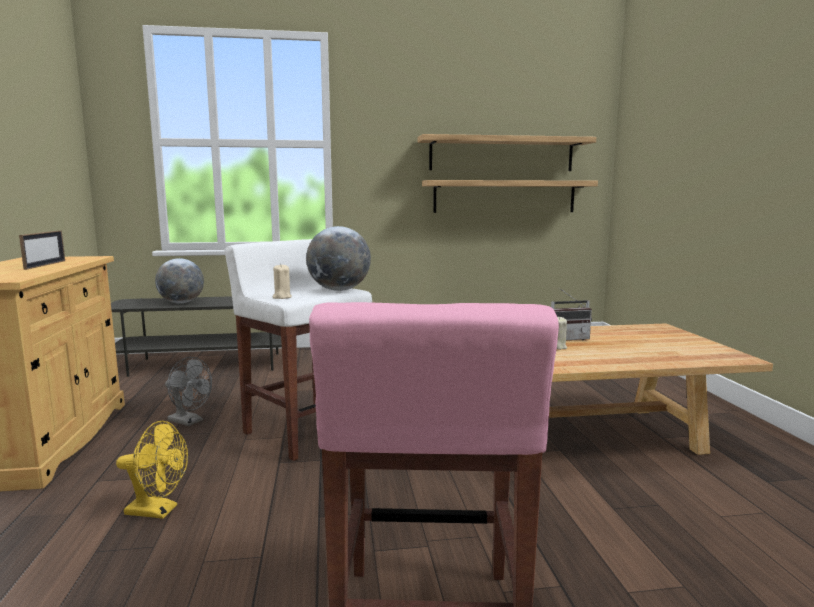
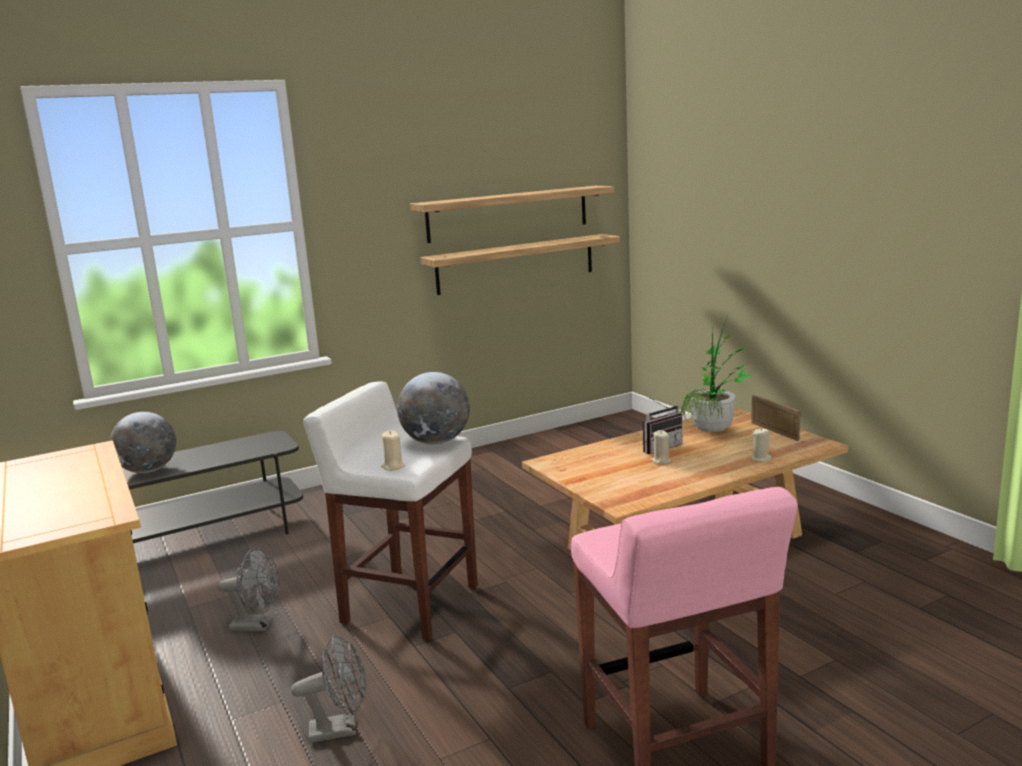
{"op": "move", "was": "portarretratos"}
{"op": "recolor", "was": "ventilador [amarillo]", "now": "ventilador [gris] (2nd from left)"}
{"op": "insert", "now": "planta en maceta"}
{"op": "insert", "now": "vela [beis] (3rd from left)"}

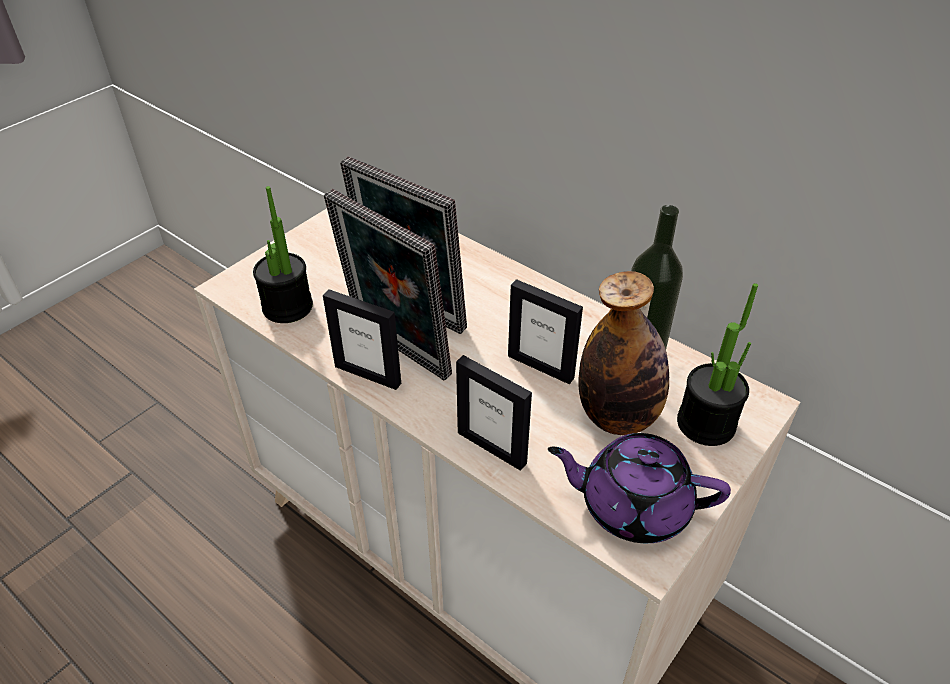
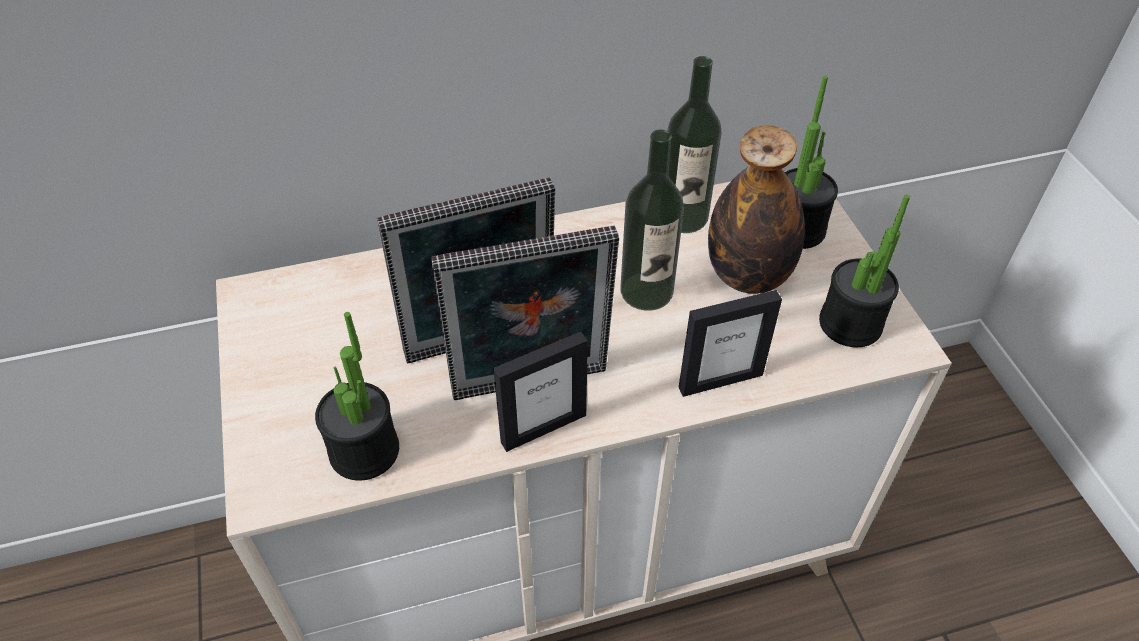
{"op": "replace", "was": "portarretratos (5th from left)", "now": "botella (1st from left)"}
{"op": "replace", "was": "tetera [morado]", "now": "planta en maceta (3rd from left)"}

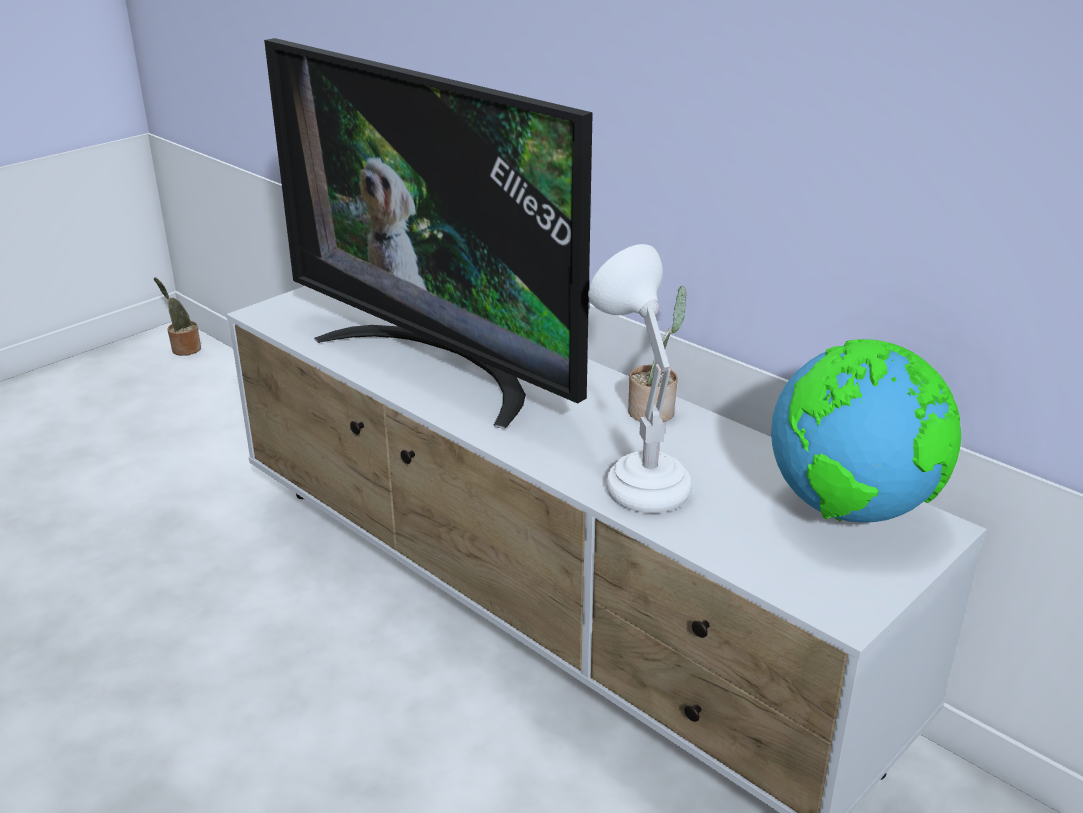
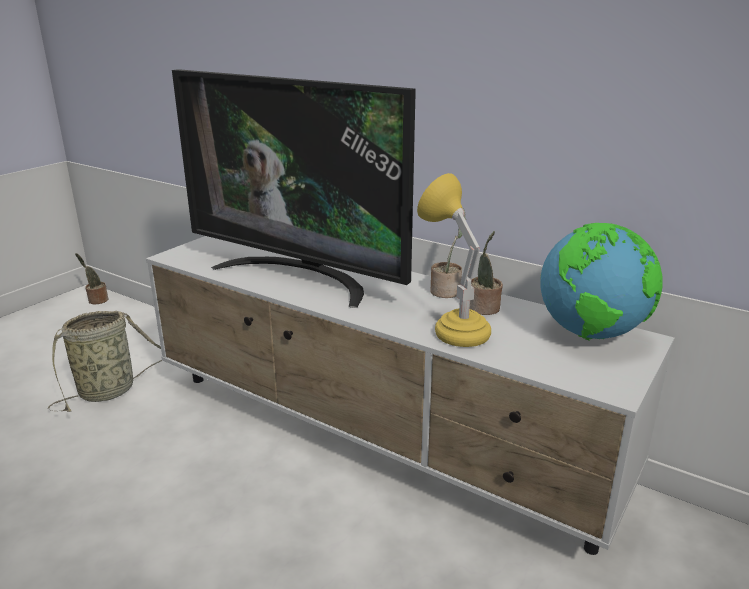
{"op": "recolor", "was": "lámpara de mesa [blanco]", "now": "lámpara de mesa [amarillo]"}
{"op": "insert", "now": "cesta"}
{"op": "insert", "now": "planta en maceta (3rd from left)"}

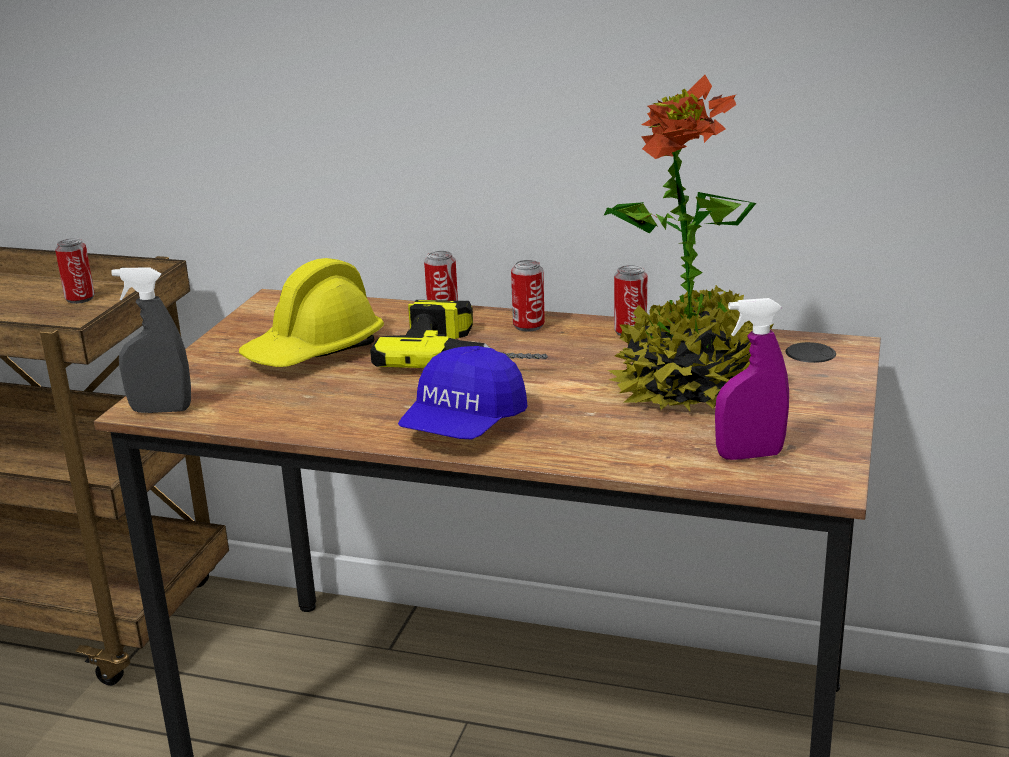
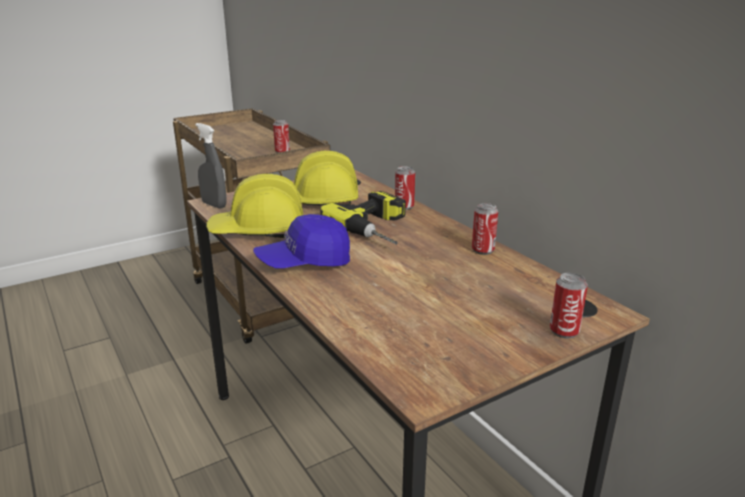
{"op": "move", "was": "lata (3rd from left in the first image)", "now": "lata (4th from left)"}
{"op": "delete", "was": "planta en maceta"}
{"op": "delete", "was": "pulverizador [morado]"}
{"op": "insert", "now": "casco [amarillo] (1st from left)"}

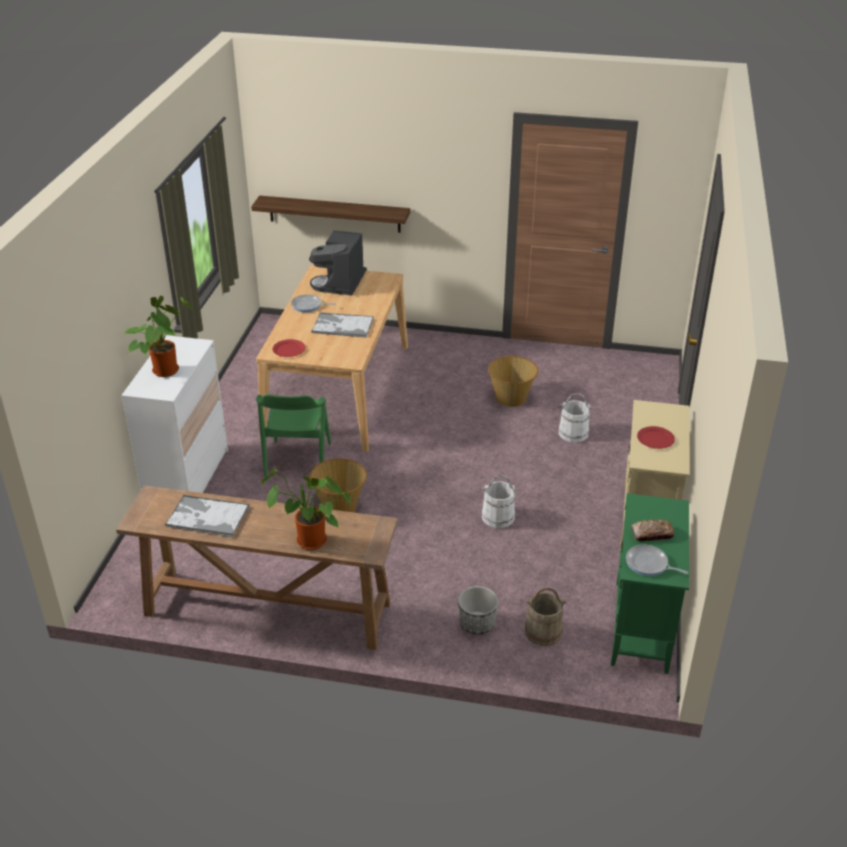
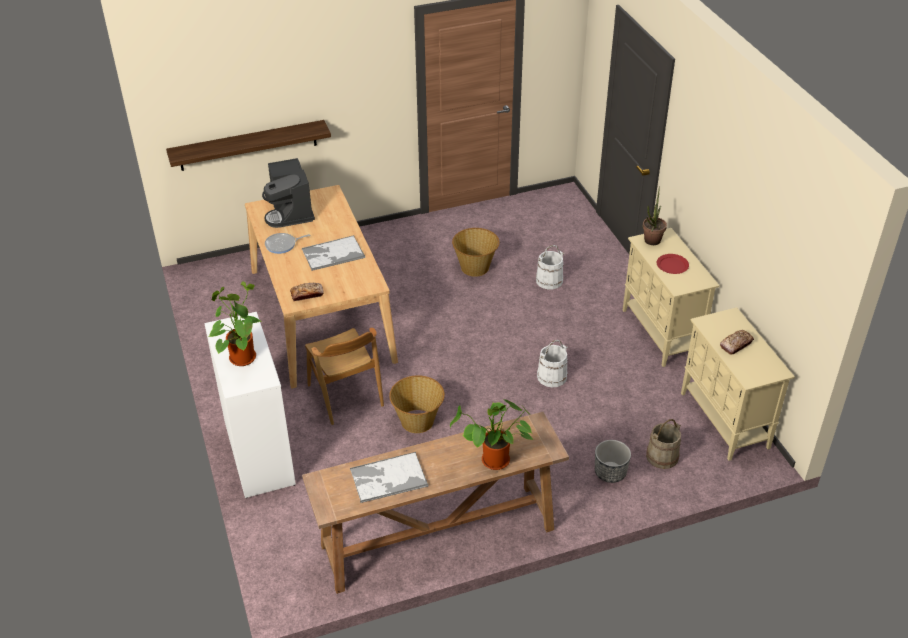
{"op": "recolor", "was": "silla [verde]", "now": "silla [marrón]"}
{"op": "replace", "was": "plato [rojo] (1st from left)", "now": "pan (1st from left)"}
{"op": "recolor", "was": "armario [verde]", "now": "armario [beis] (2nd from left)"}
{"op": "delete", "was": "sartén (2nd from left)"}
{"op": "insert", "now": "planta en maceta (3rd from left)"}

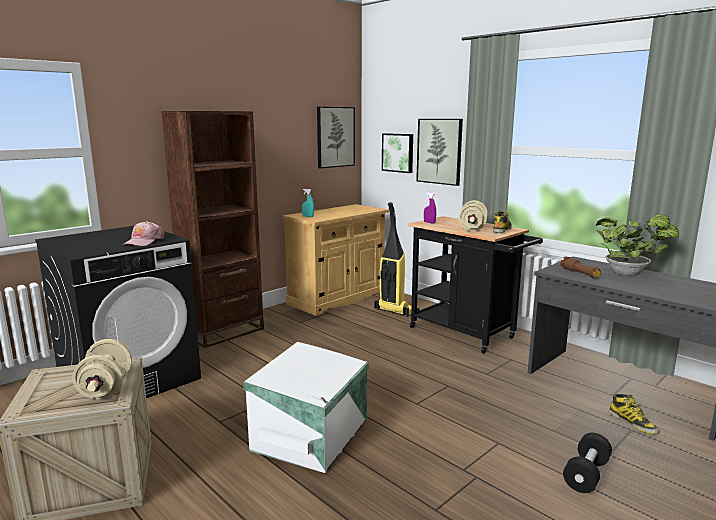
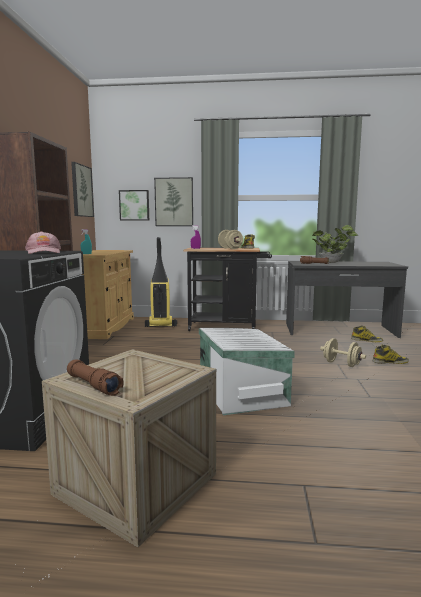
{"op": "move", "was": "mancuerna [beis] (1st from left in the first image)", "now": "mancuerna [beis] (2nd from left)"}
{"op": "replace", "was": "mancuerna [negro]", "now": "bota (3rd from left)"}
{"op": "insert", "now": "linterna [marrón] (1st from left)"}

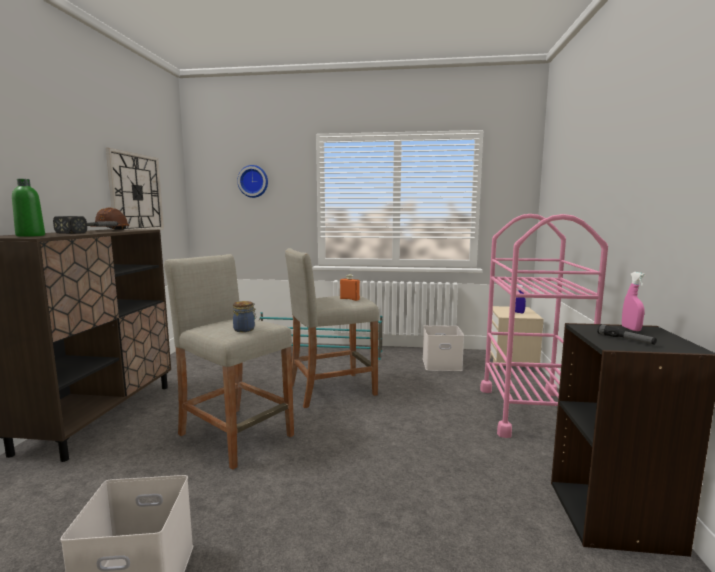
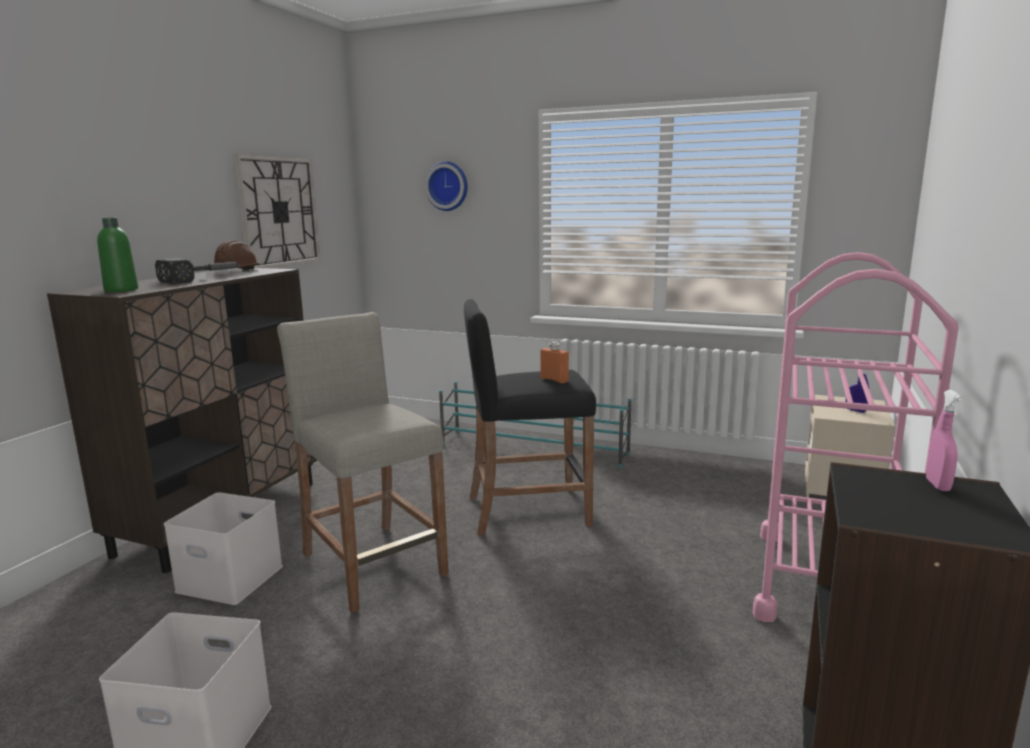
{"op": "delete", "was": "tarro"}
{"op": "recolor", "was": "taburete [beis] (2nd from left)", "now": "taburete [negro]"}
{"op": "move", "was": "caja de almacenaje [blanco] (2nd from left)"}
{"op": "delete", "was": "linterna"}

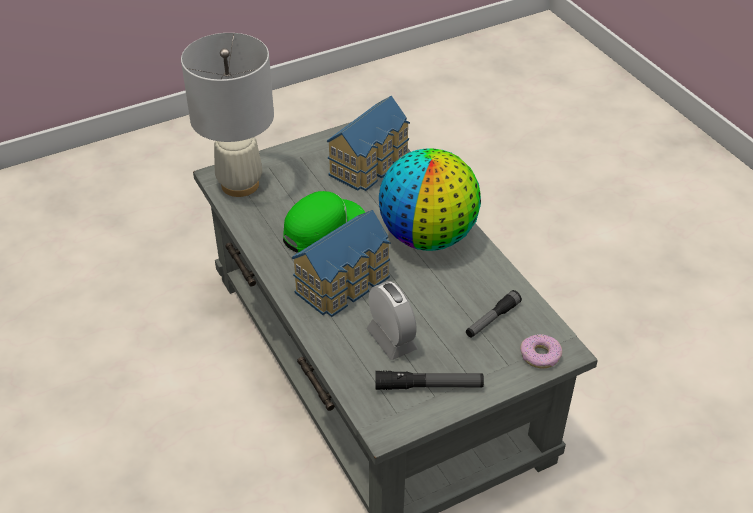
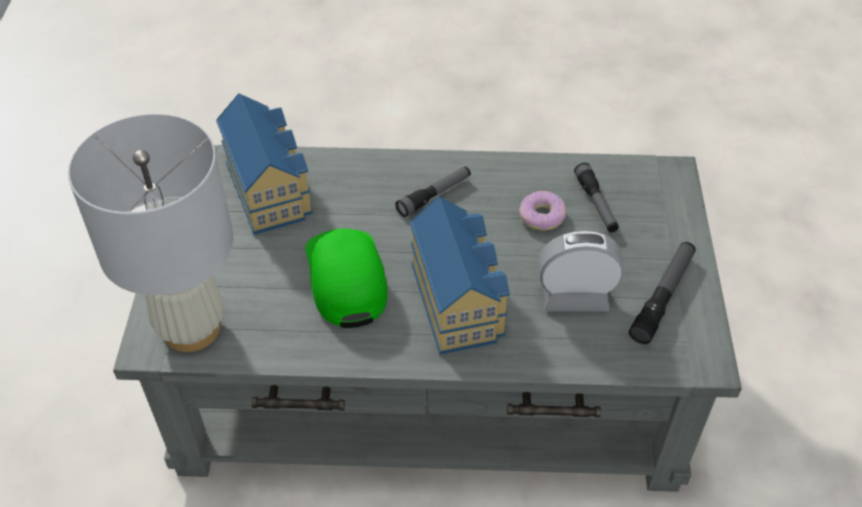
{"op": "replace", "was": "globo terráqueo", "now": "linterna (1st from left)"}
{"op": "move", "was": "rosquilla"}

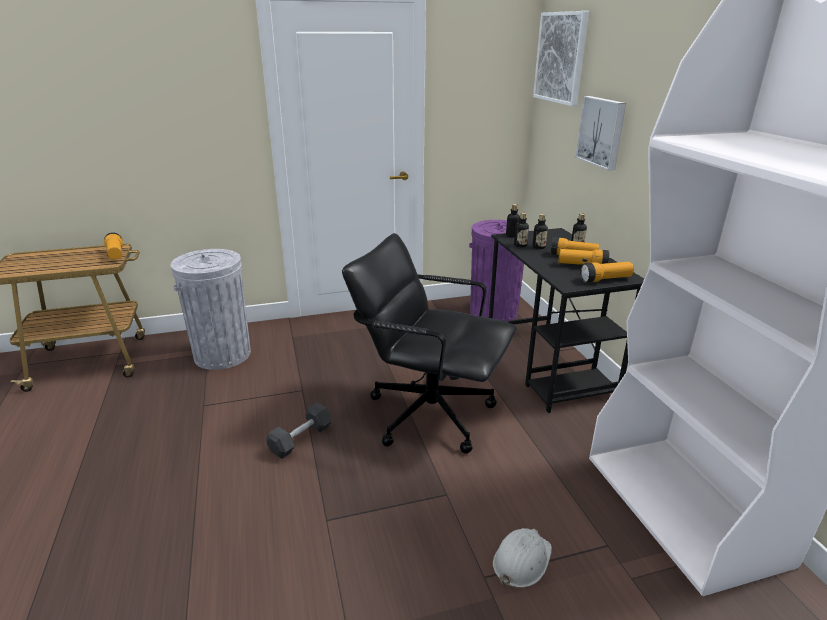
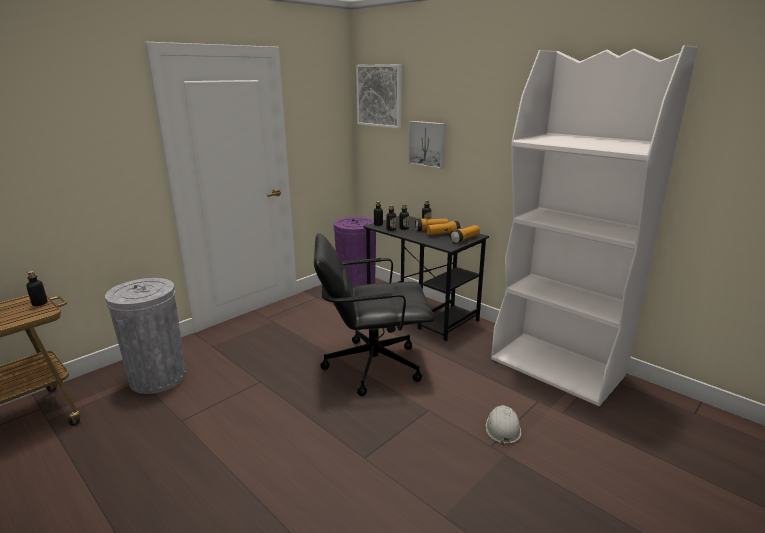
{"op": "replace", "was": "linterna (1st from left)", "now": "botella (1st from left)"}
{"op": "delete", "was": "mancuerna [negro]"}

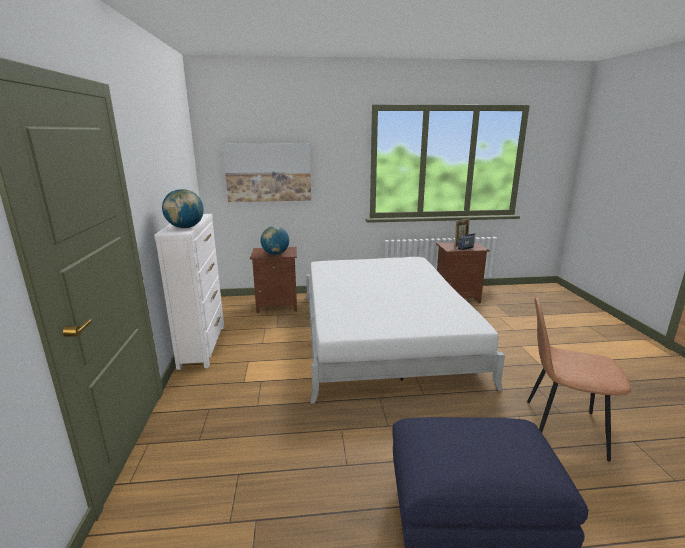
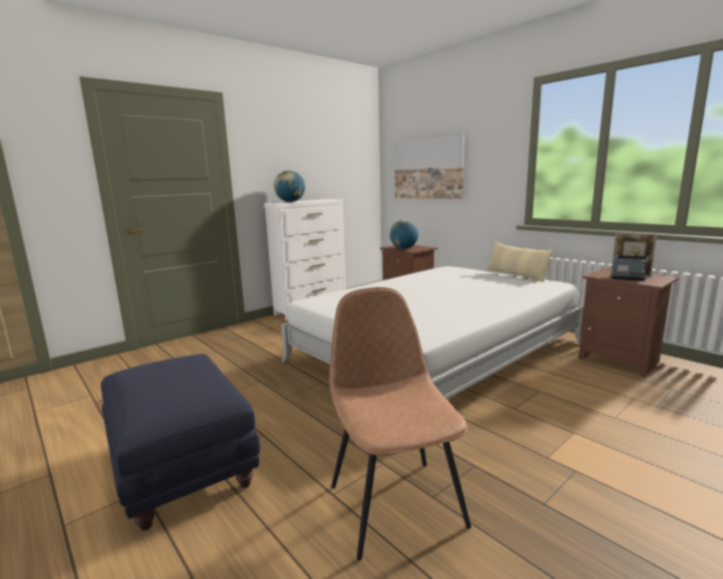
{"op": "insert", "now": "cojín [beis]"}

